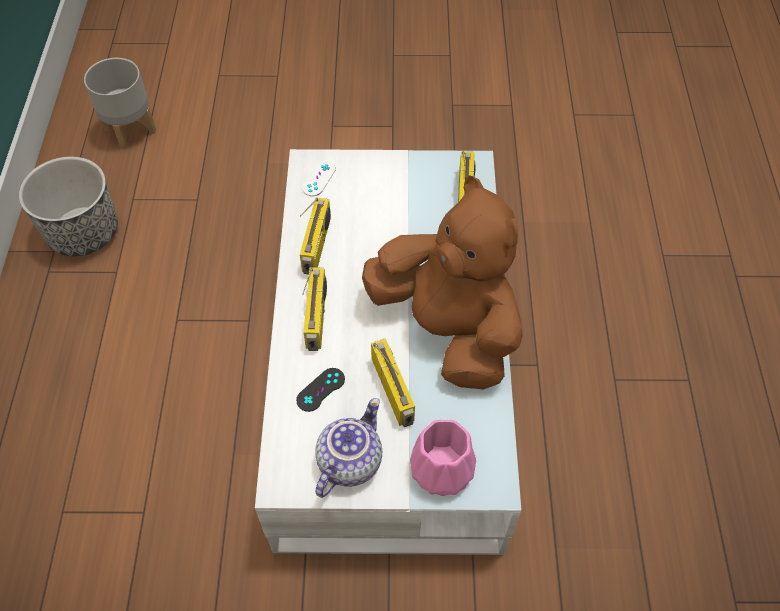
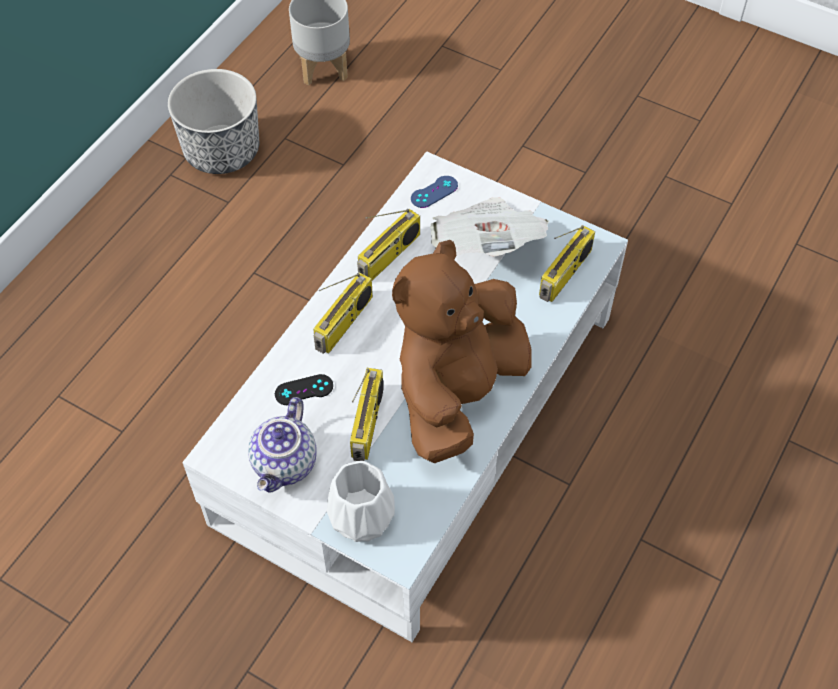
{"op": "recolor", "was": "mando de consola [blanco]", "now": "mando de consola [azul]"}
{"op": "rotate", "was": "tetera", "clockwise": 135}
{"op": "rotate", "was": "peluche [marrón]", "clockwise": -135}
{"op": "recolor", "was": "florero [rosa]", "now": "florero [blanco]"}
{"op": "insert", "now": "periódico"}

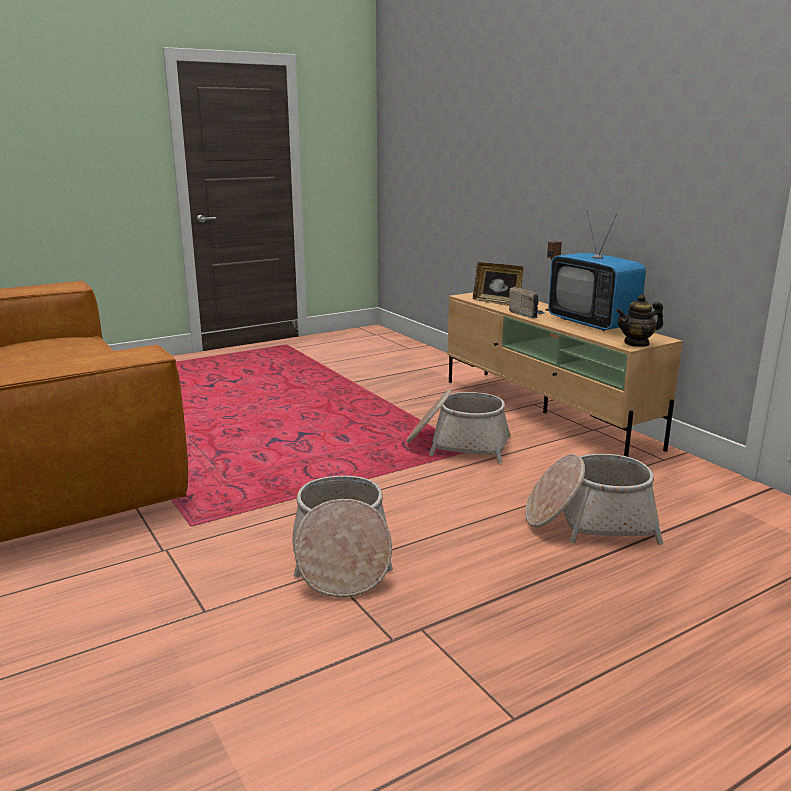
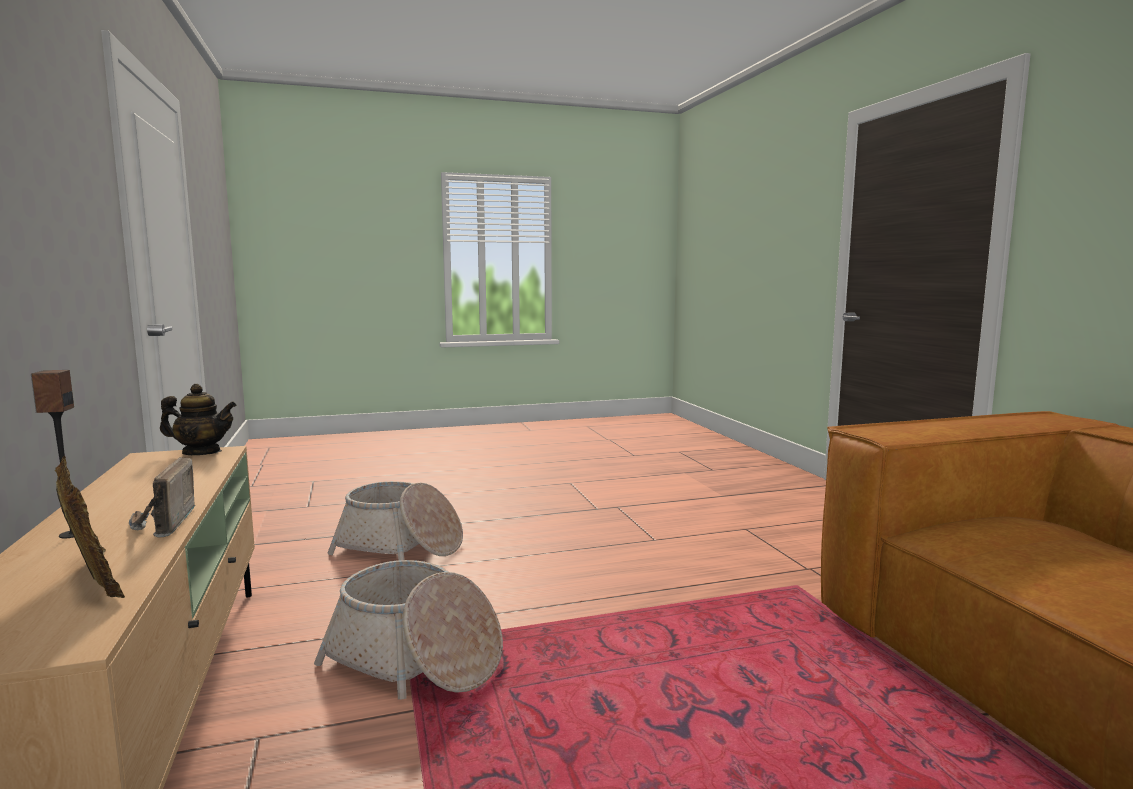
{"op": "delete", "was": "cesta (1st from left)"}
{"op": "delete", "was": "televisor"}

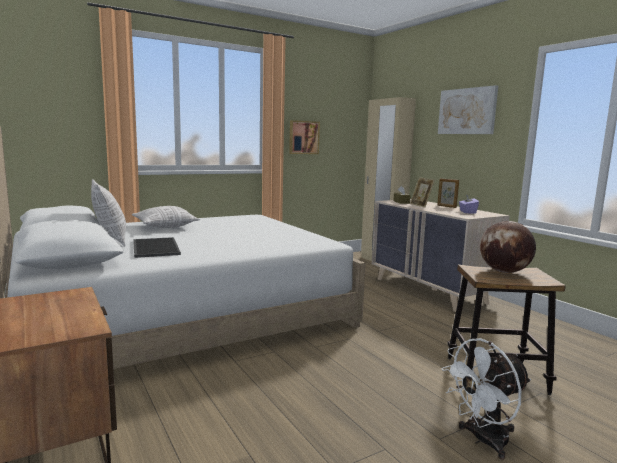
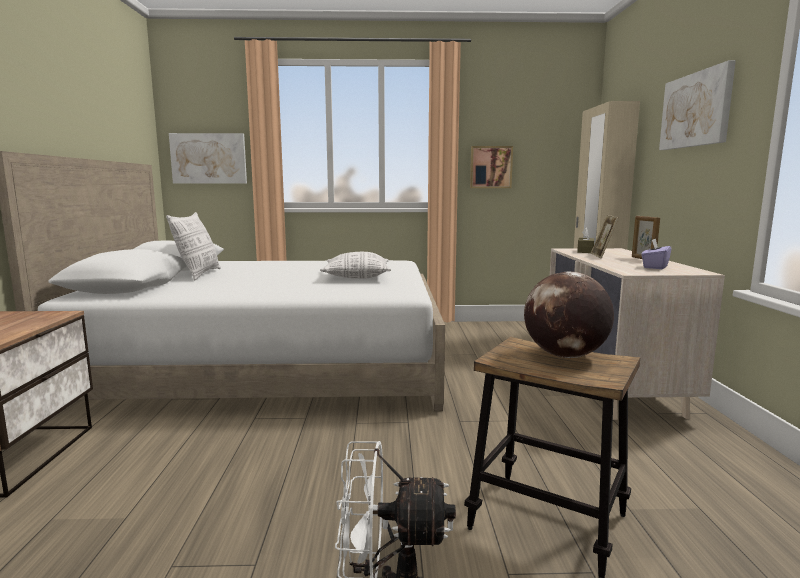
{"op": "move", "was": "cojín (2nd from left)"}
{"op": "delete", "was": "bandeja"}
{"op": "insert", "now": "cuadro (1st from left)"}

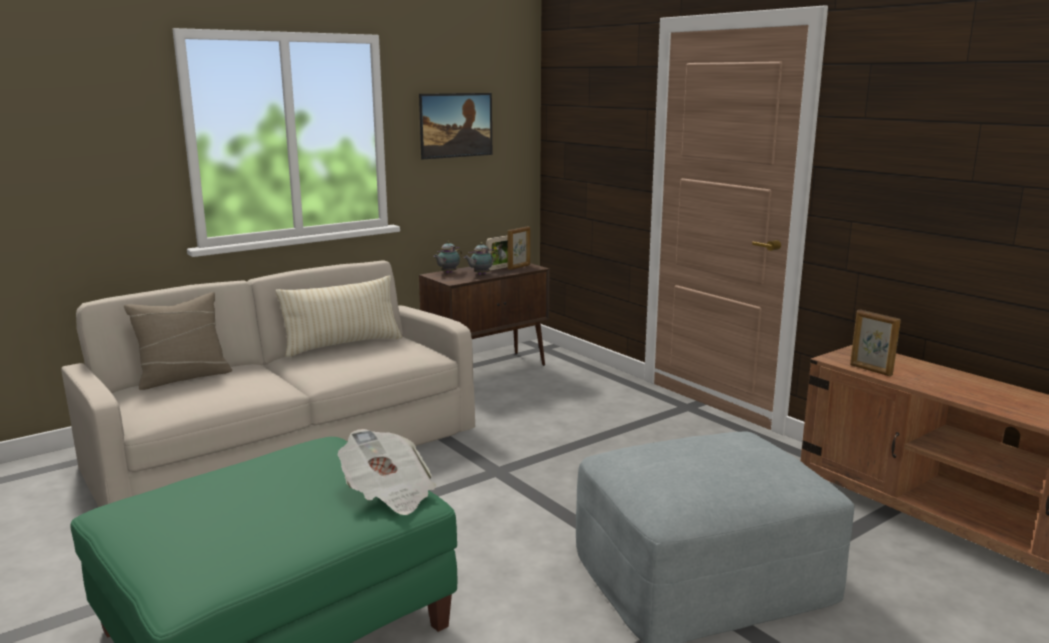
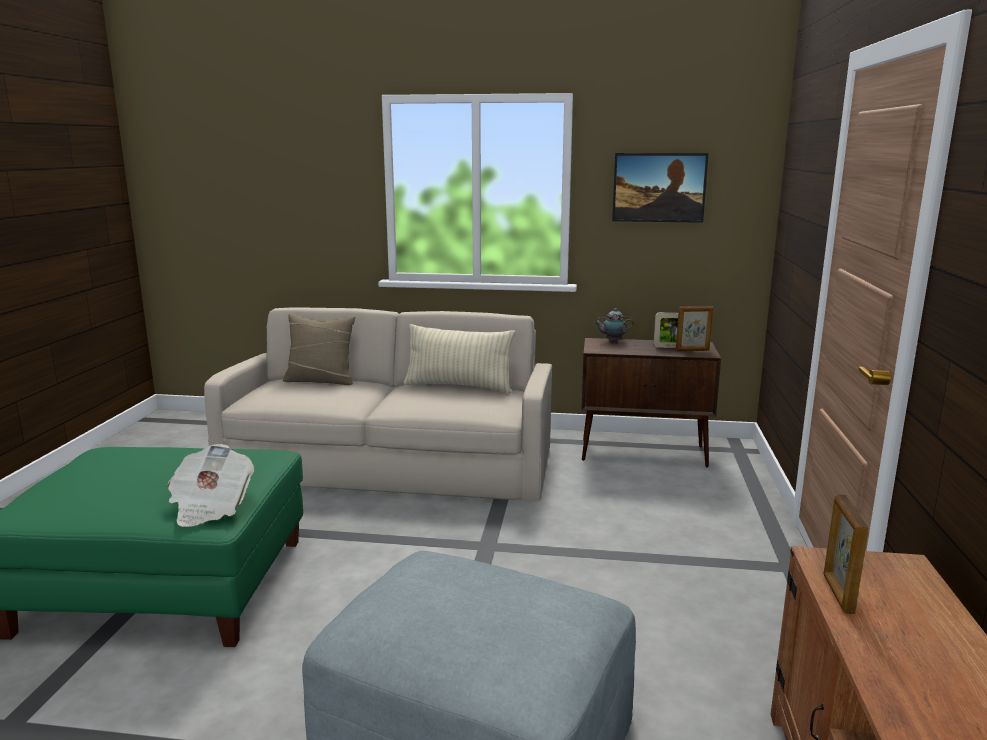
{"op": "delete", "was": "tetera (2nd from left)"}

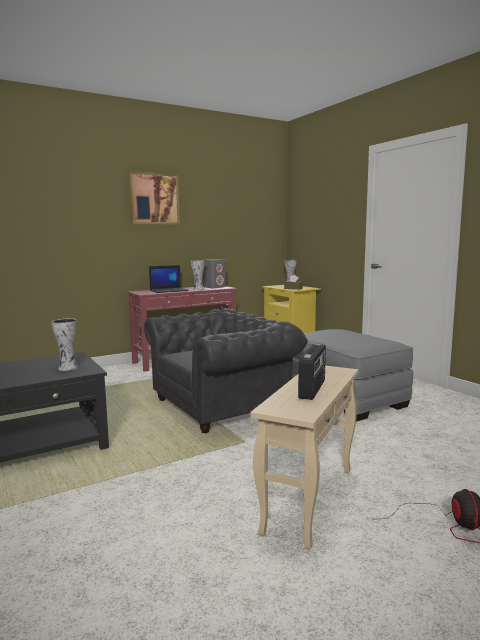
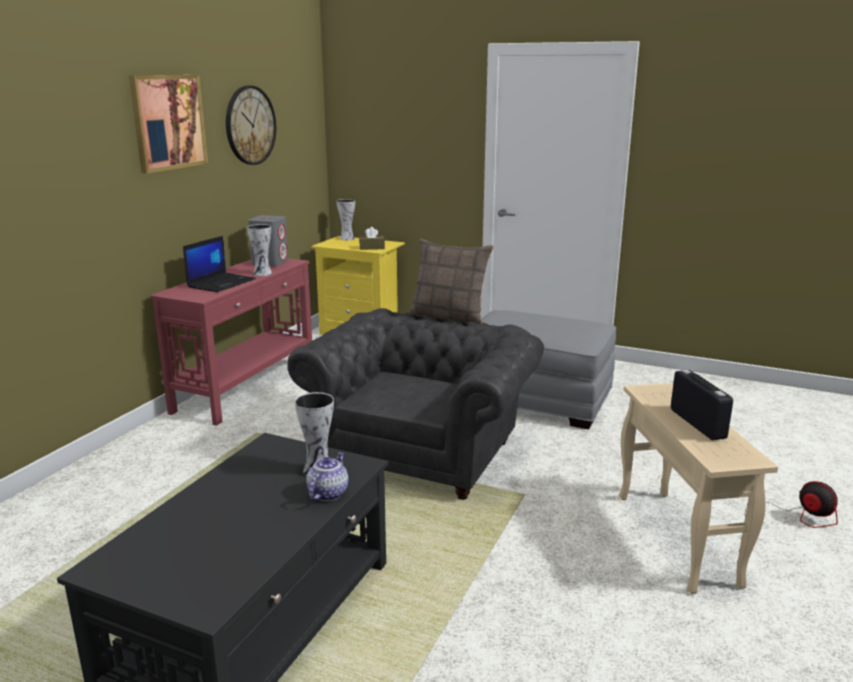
{"op": "insert", "now": "reloj de pared"}
{"op": "insert", "now": "tetera"}
{"op": "insert", "now": "cojín"}

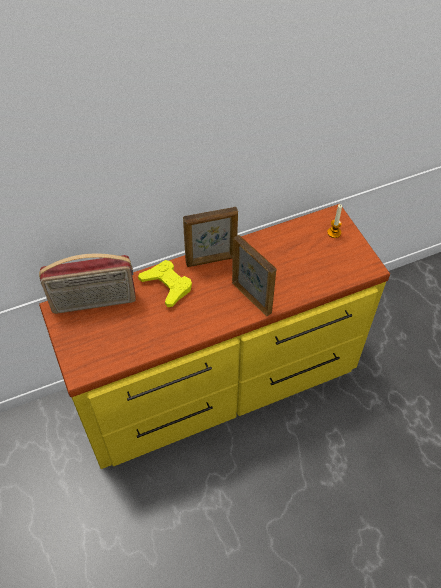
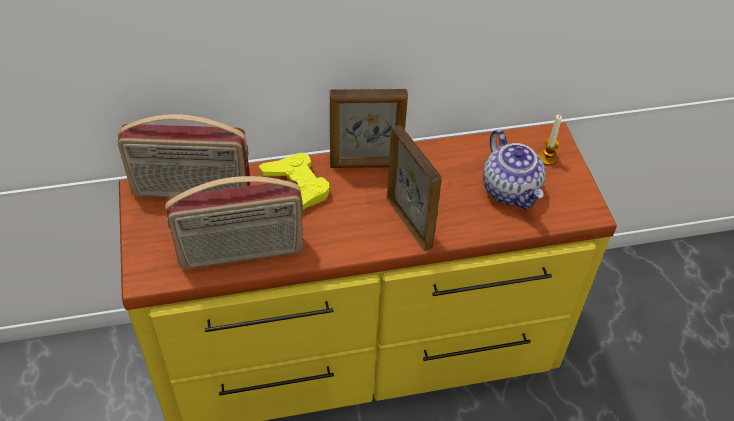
{"op": "insert", "now": "radio (2nd from left)"}
{"op": "insert", "now": "tetera"}

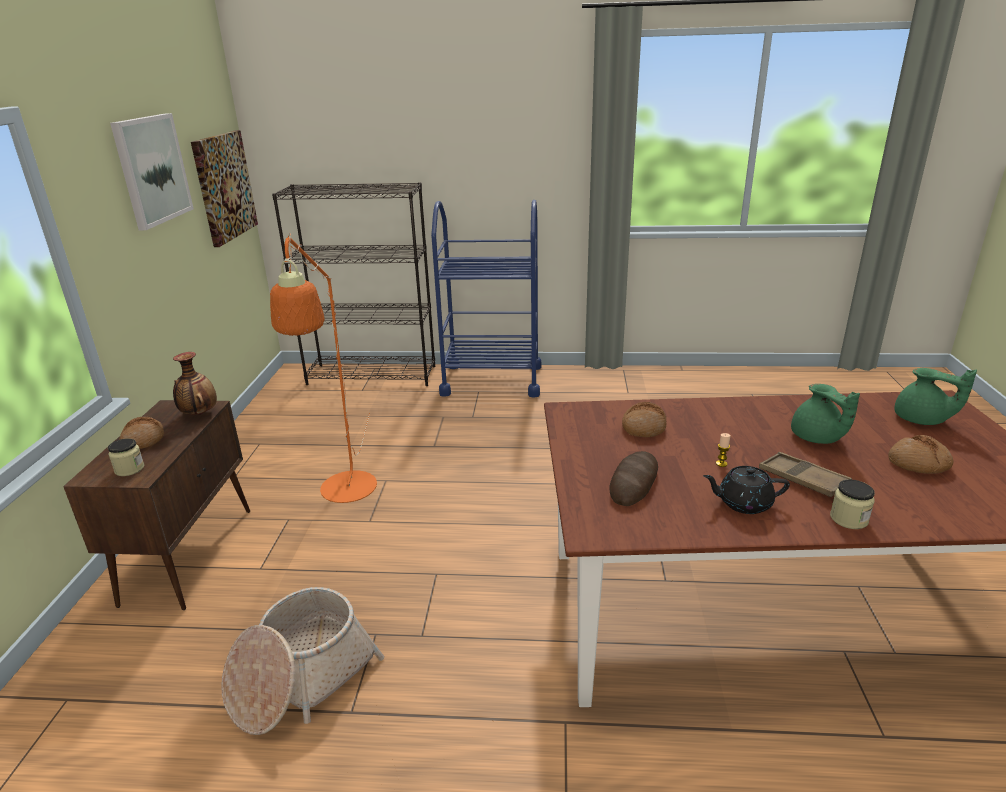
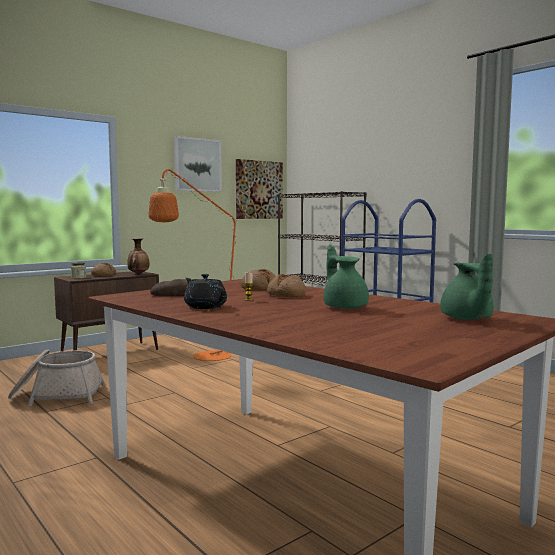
{"op": "delete", "was": "bandeja [marrón]"}
{"op": "rotate", "was": "tetera [verde] (1st from left)", "clockwise": 135}
{"op": "delete", "was": "tarro (2nd from left)"}
{"op": "move", "was": "pan (4th from left)"}

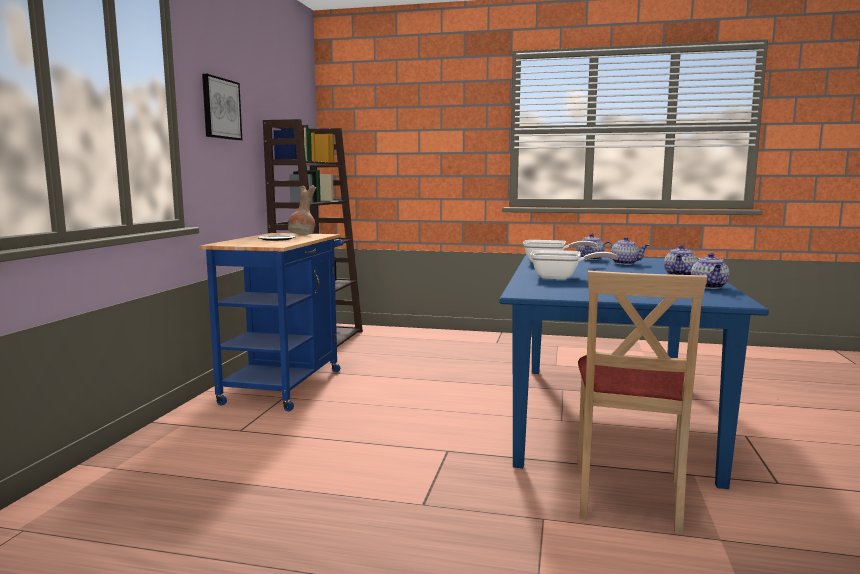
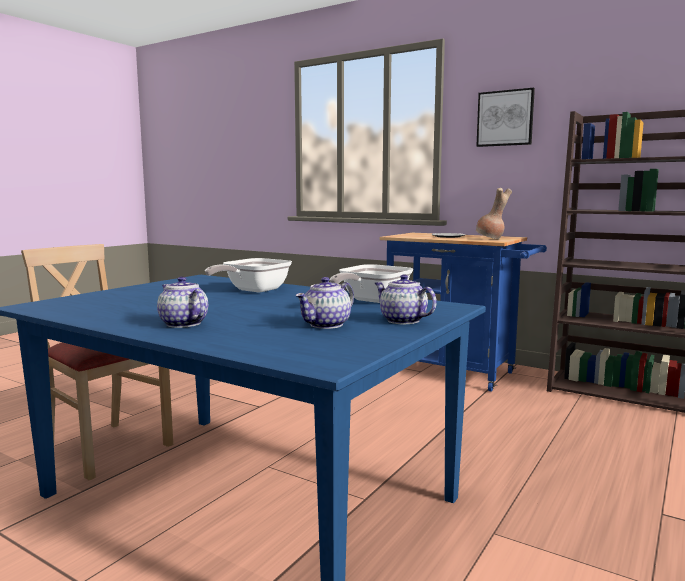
{"op": "delete", "was": "tetera (4th from left)"}

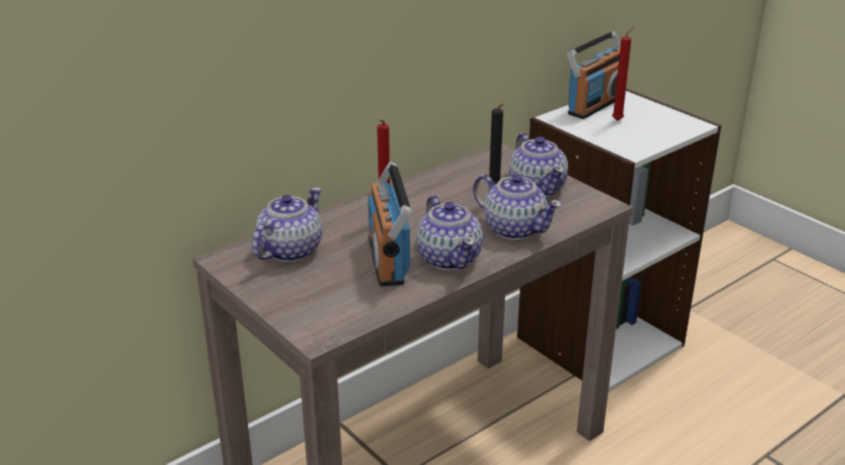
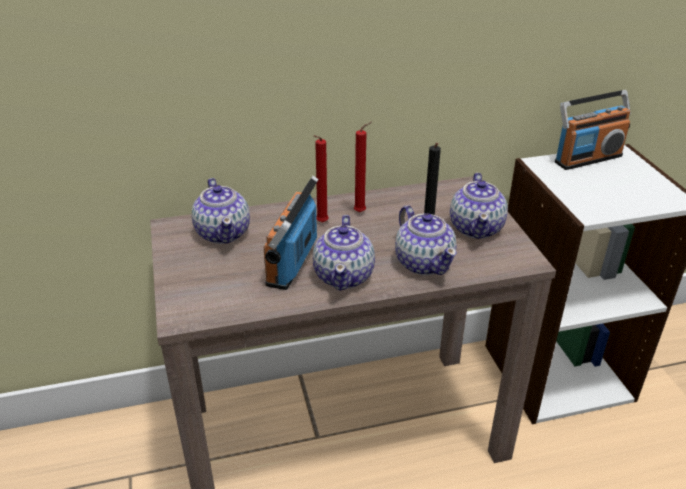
{"op": "rotate", "was": "tetera (1st from left)", "clockwise": 105}
{"op": "move", "was": "vela [rojo] (2nd from left)"}

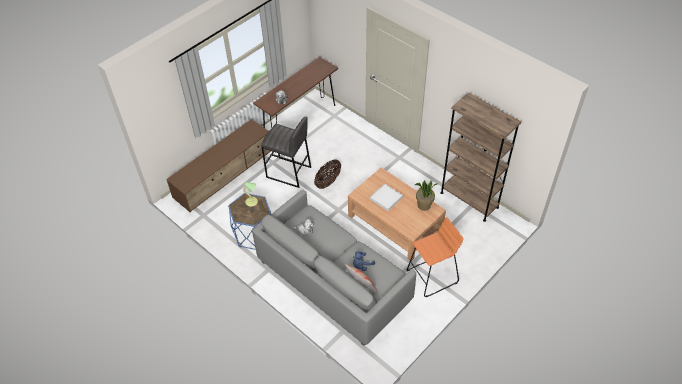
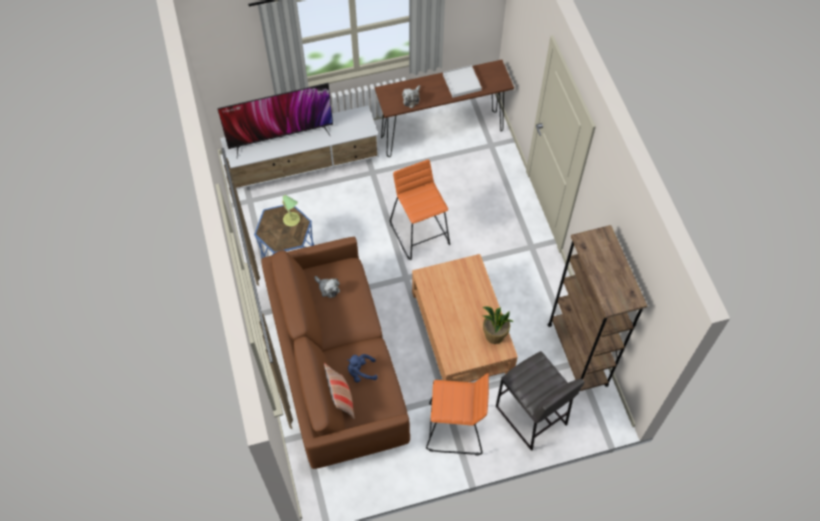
{"op": "recolor", "was": "mueble de televisión [marrón]", "now": "mueble de televisión [blanco]"}
{"op": "recolor", "was": "sofá [gris]", "now": "sofá [marrón]"}
{"op": "move", "was": "taburete [gris]"}
{"op": "replace", "was": "cesta", "now": "taburete [naranja] (1st from left)"}
{"op": "move", "was": "bandeja [blanco]"}
{"op": "insert", "now": "televisor"}

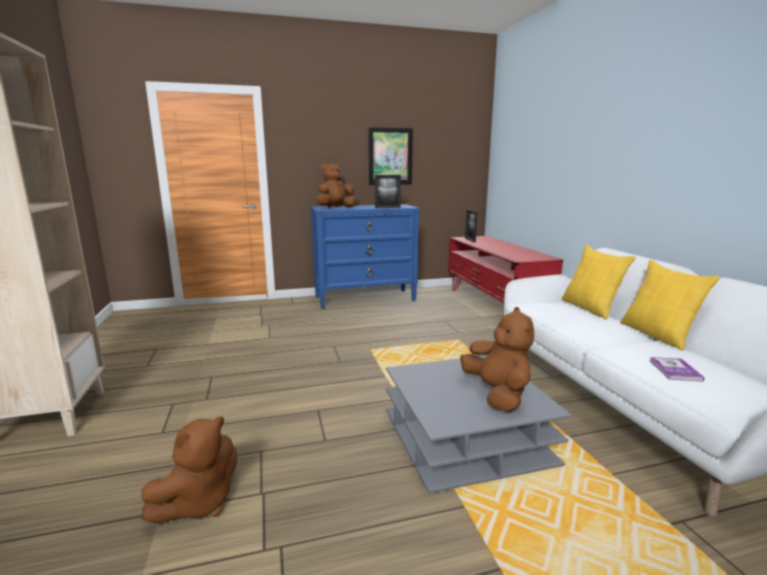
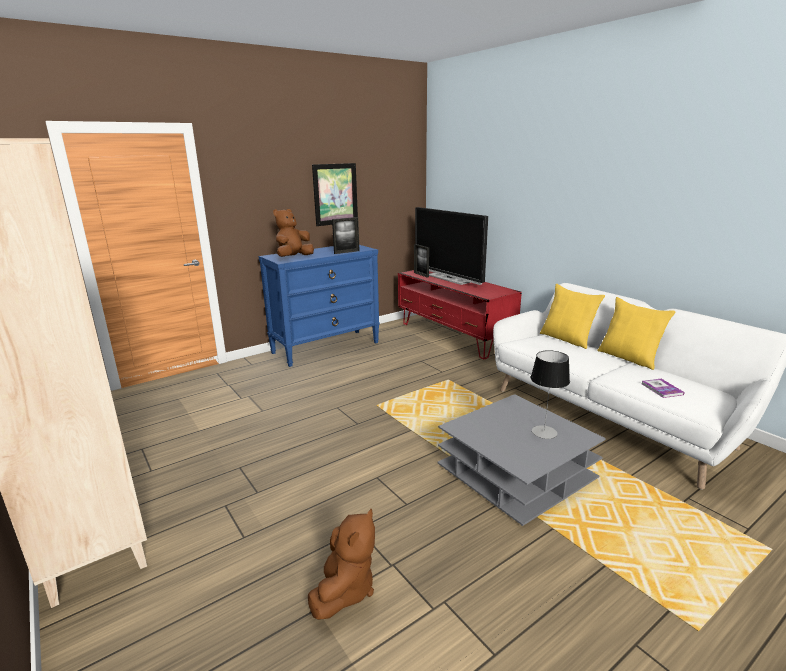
{"op": "replace", "was": "peluche [marrón] (3rd from left)", "now": "lámpara de mesa"}
{"op": "insert", "now": "televisor"}

